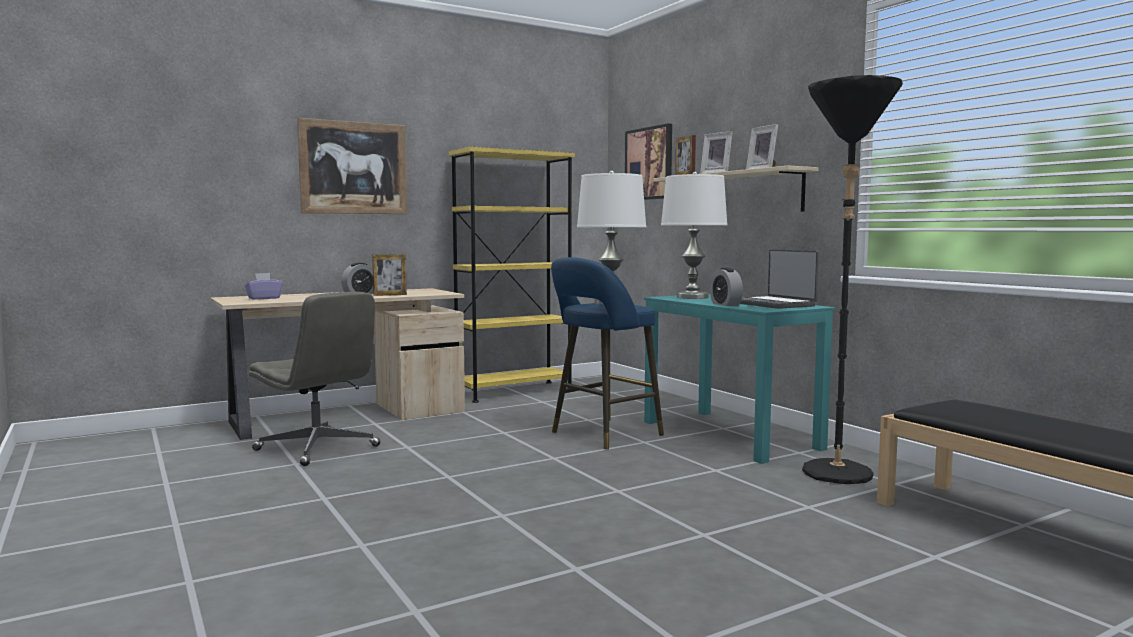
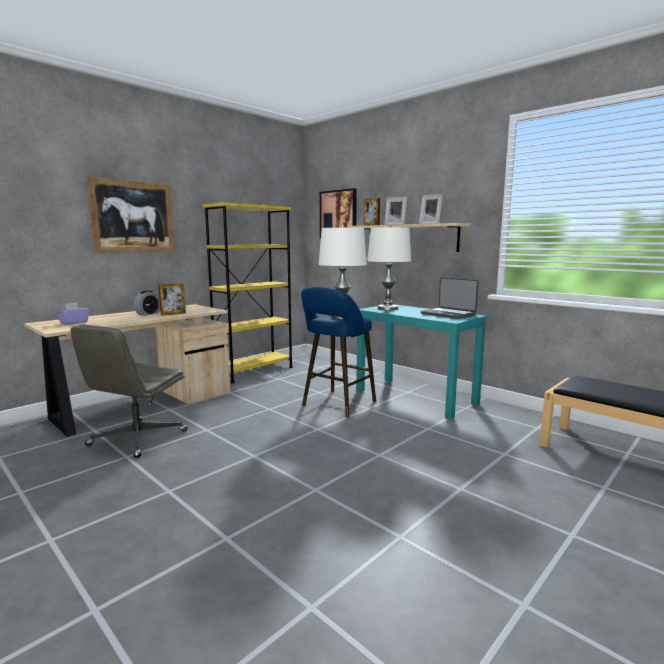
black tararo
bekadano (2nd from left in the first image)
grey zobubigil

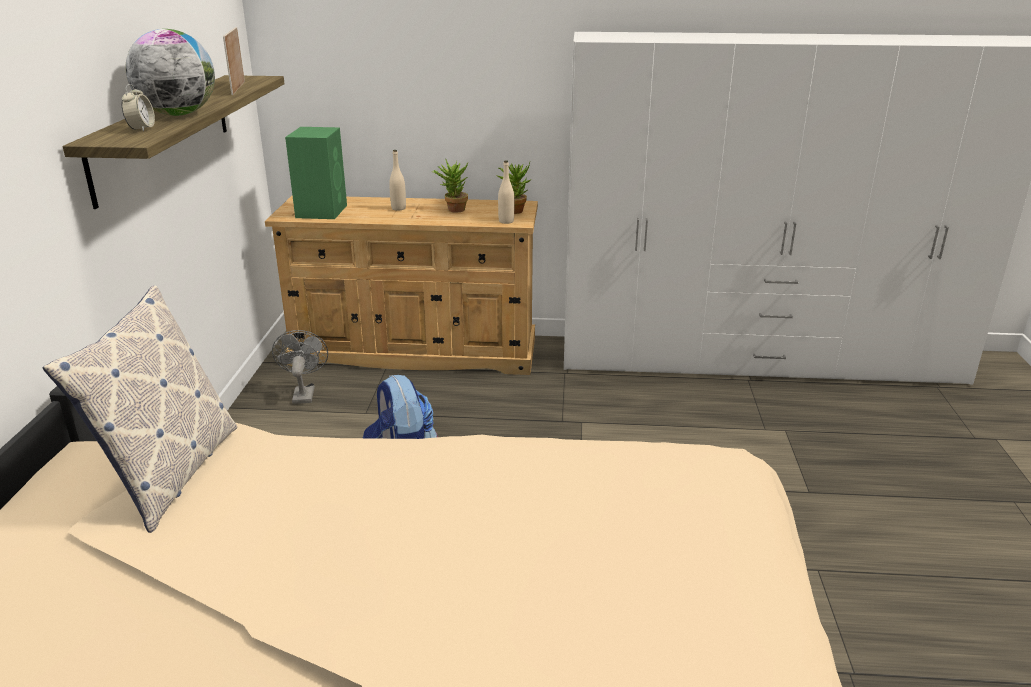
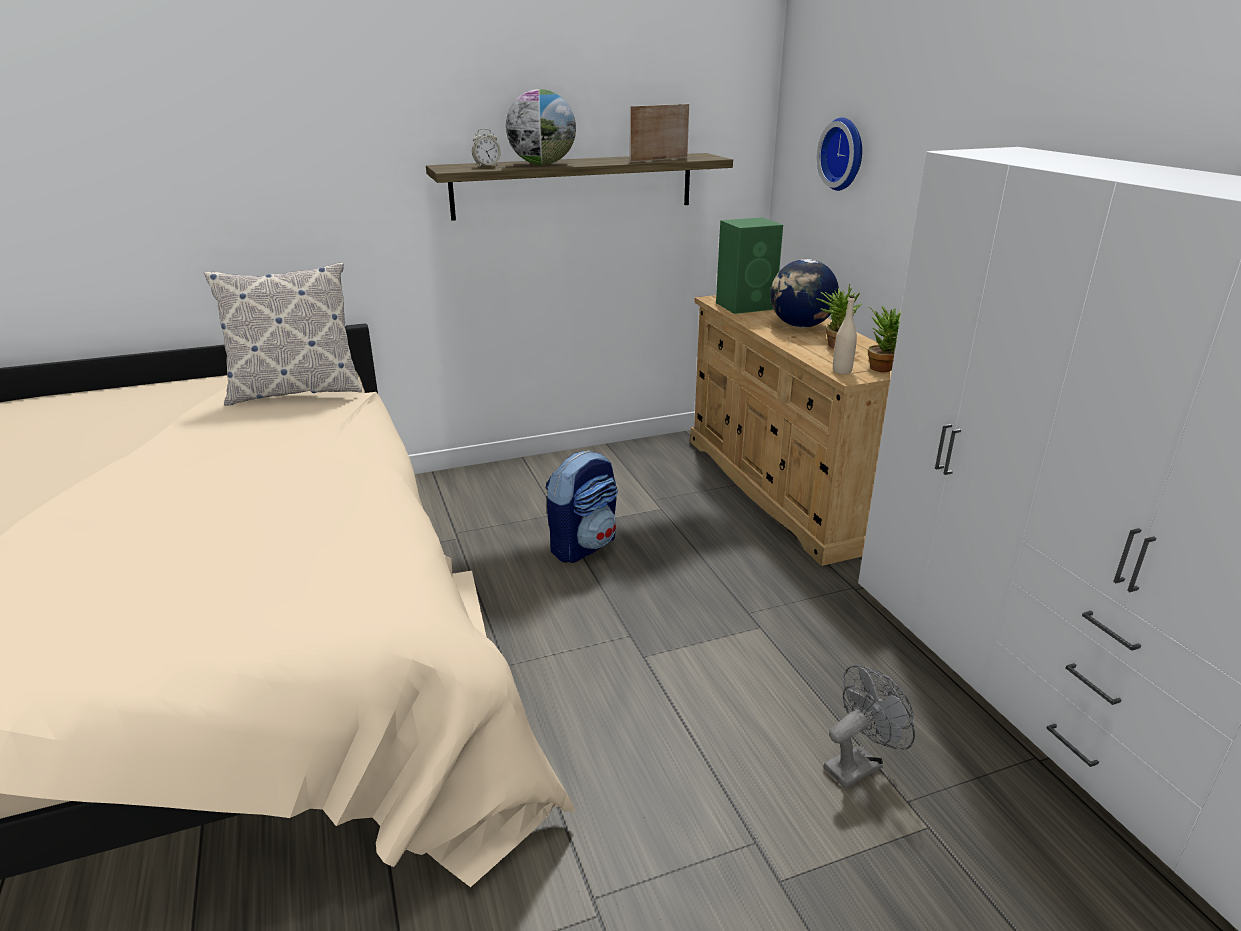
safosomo (2nd from left)
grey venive
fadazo

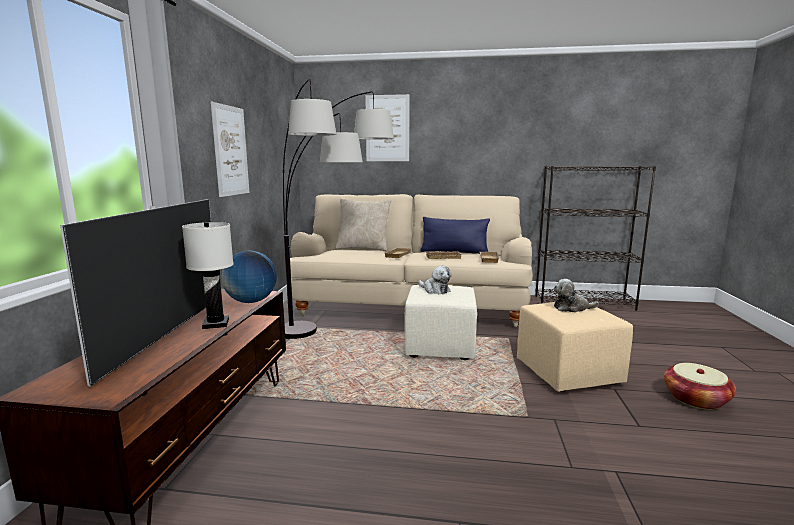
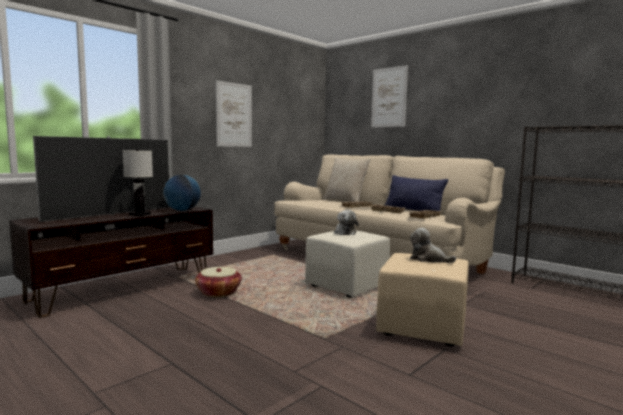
tararo
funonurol

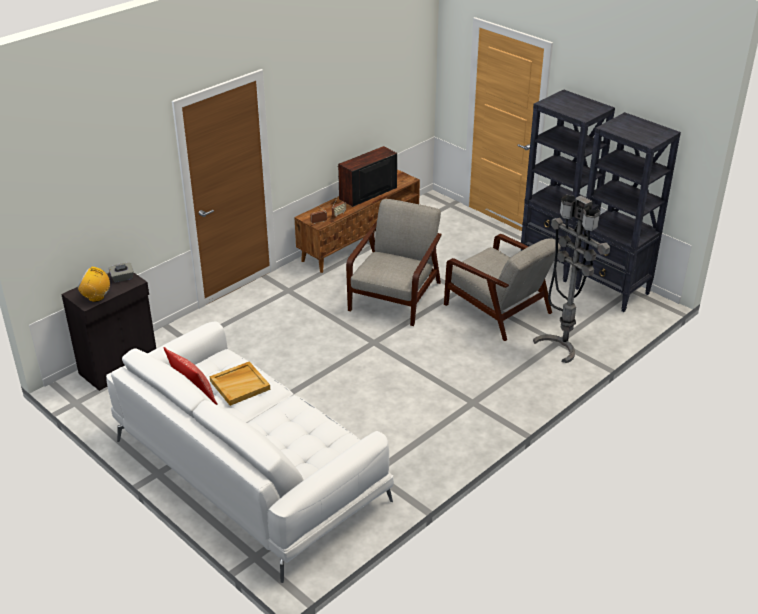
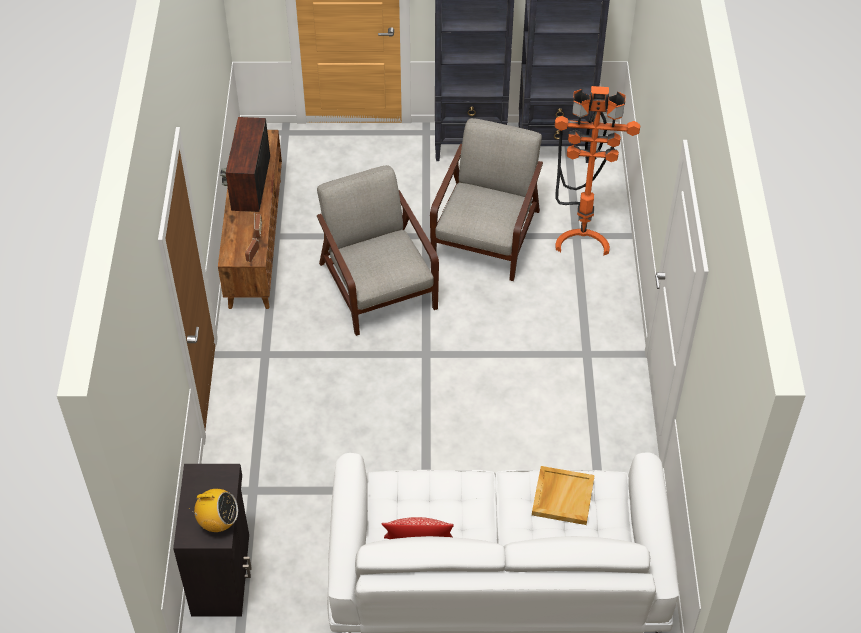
orange tararo
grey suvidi (2nd from left)
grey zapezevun
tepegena (1st from left)
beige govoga

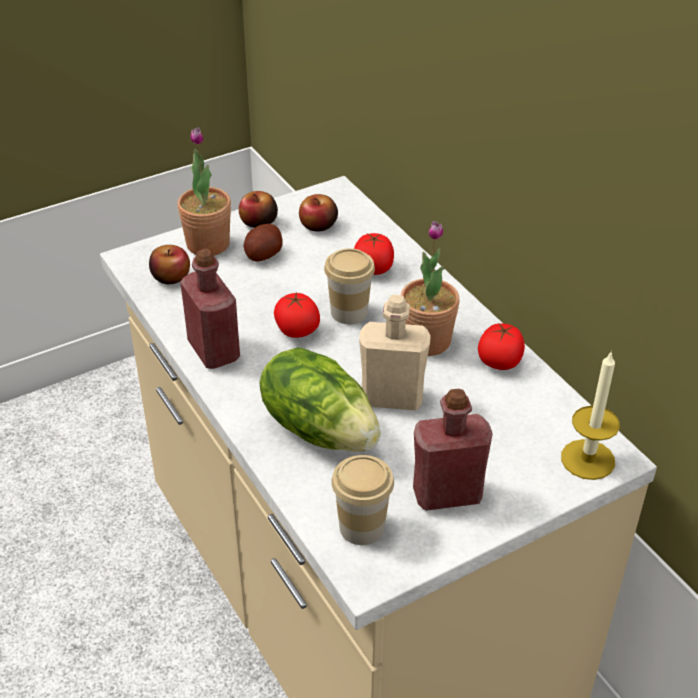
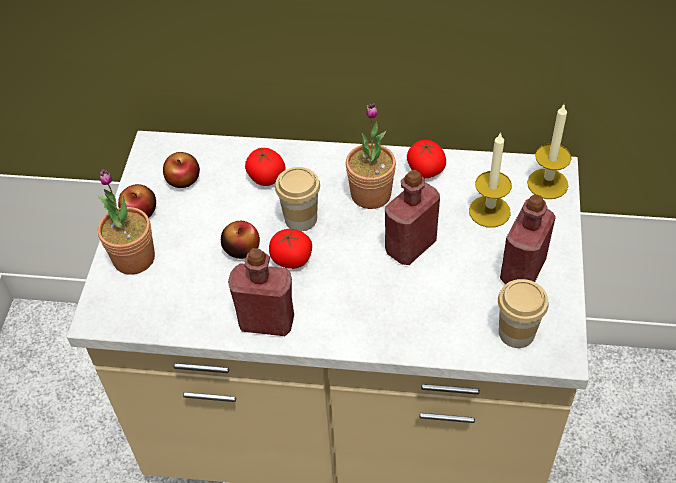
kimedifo
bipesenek (3rd from left)
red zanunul (2nd from left)
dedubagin
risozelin (1st from left)

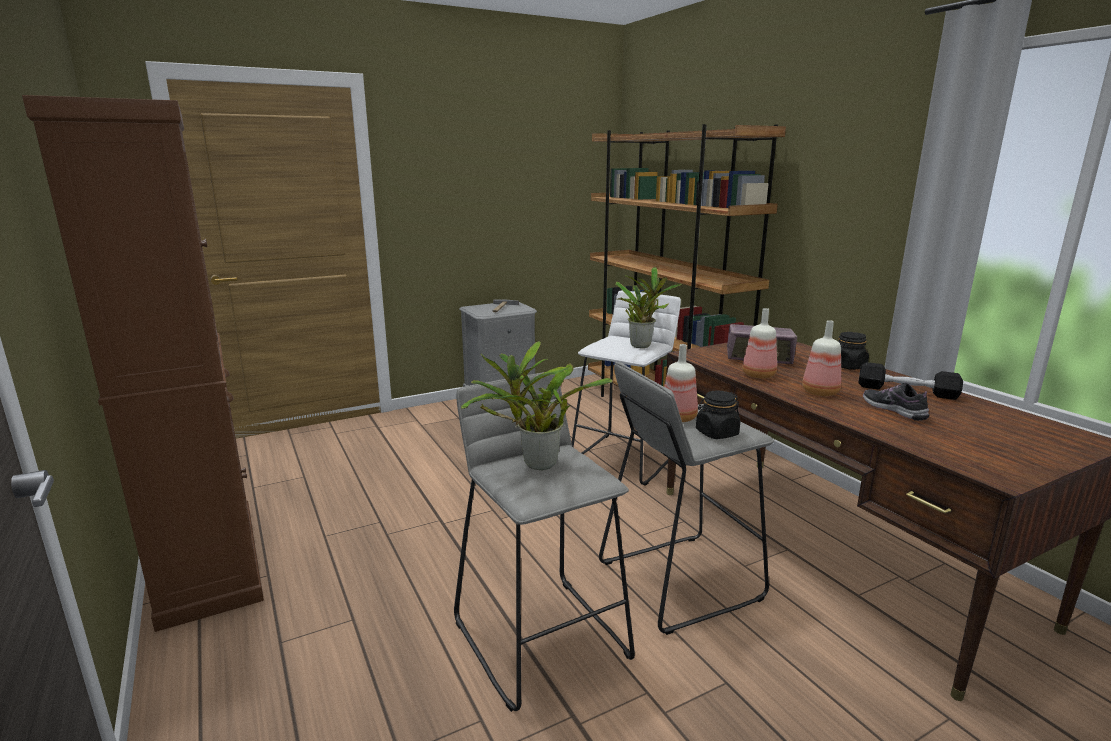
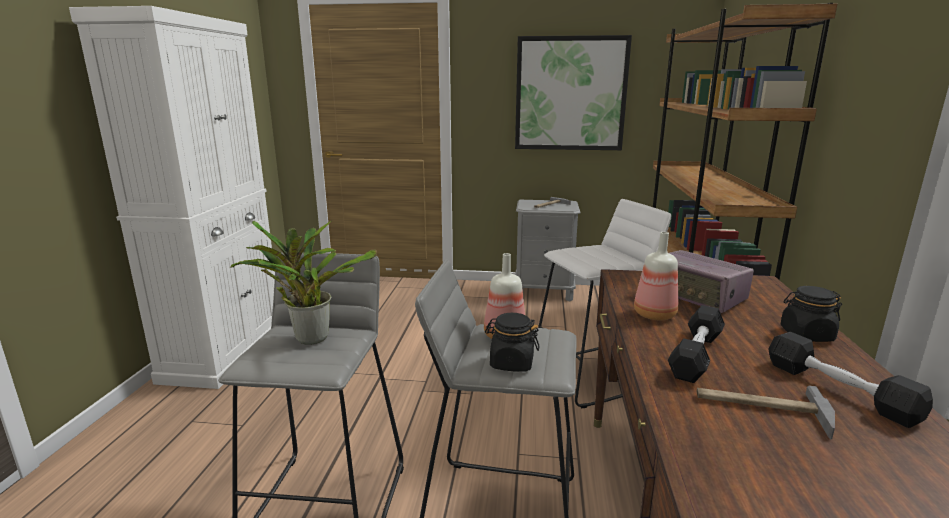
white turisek
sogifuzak (2nd from left in the first image)
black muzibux (1st from left)
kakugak (2nd from left)
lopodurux

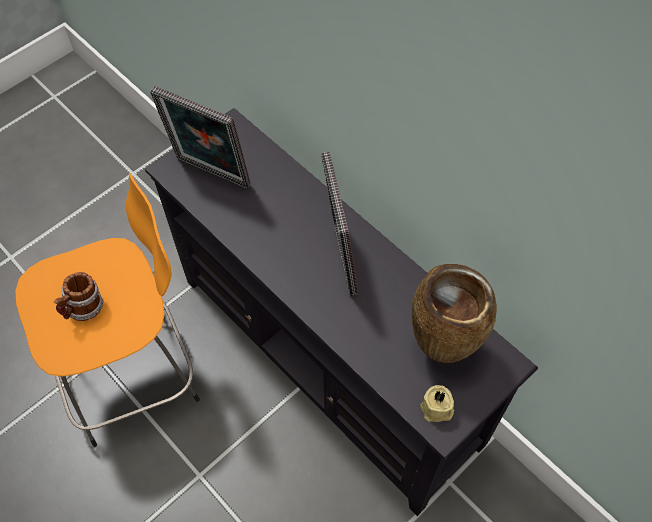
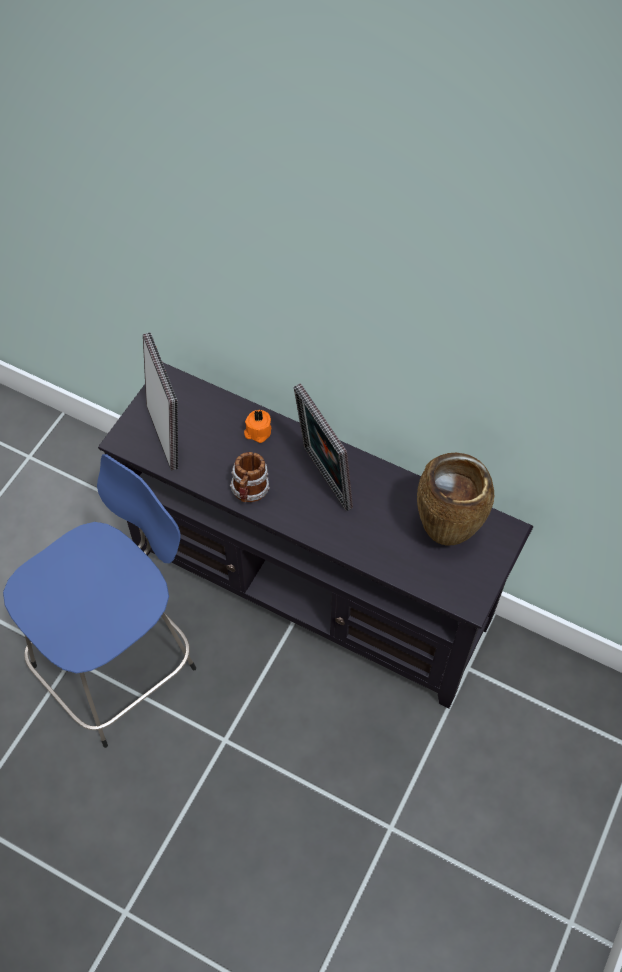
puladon (1st from left)
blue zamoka
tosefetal
beige risozelin
orange risozelin

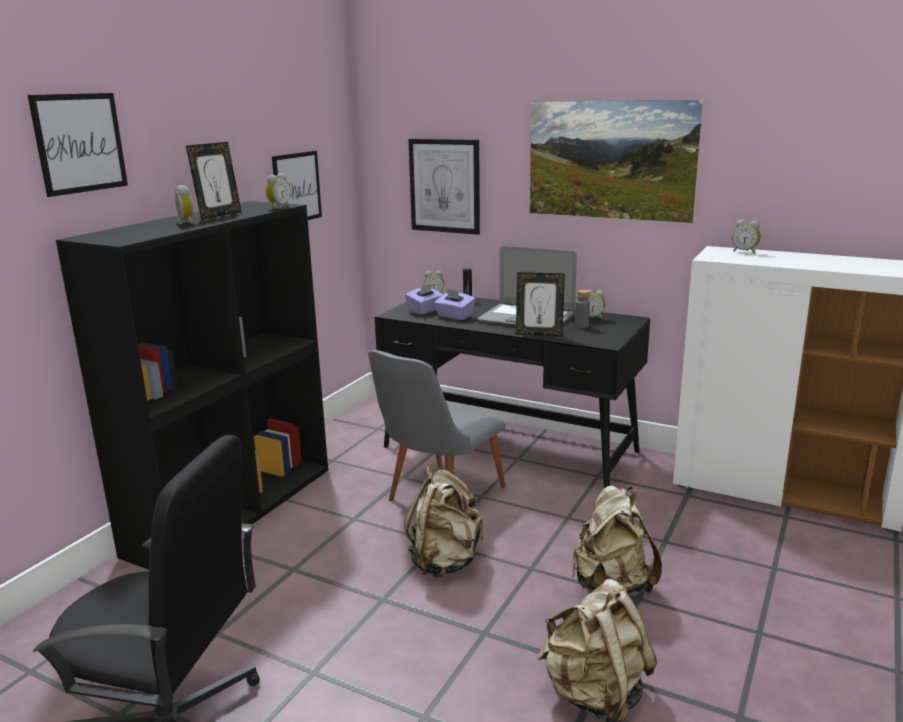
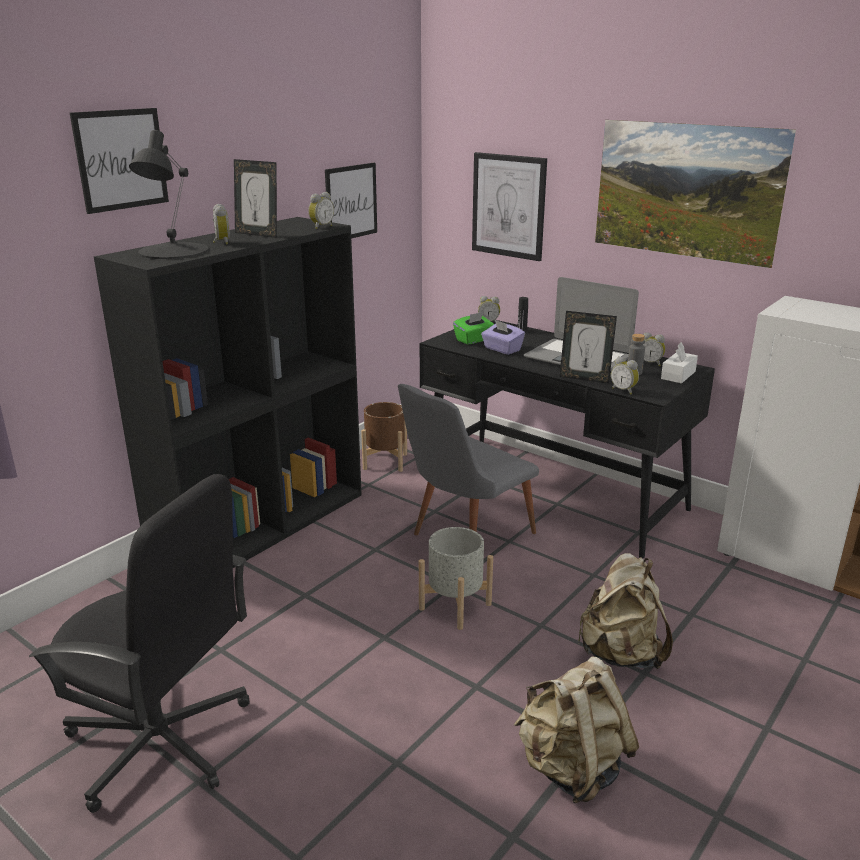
puladon (1st from left)
bekadano (4th from left)
green zapezevun
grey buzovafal
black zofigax
white zapezevun
brown buzovafal

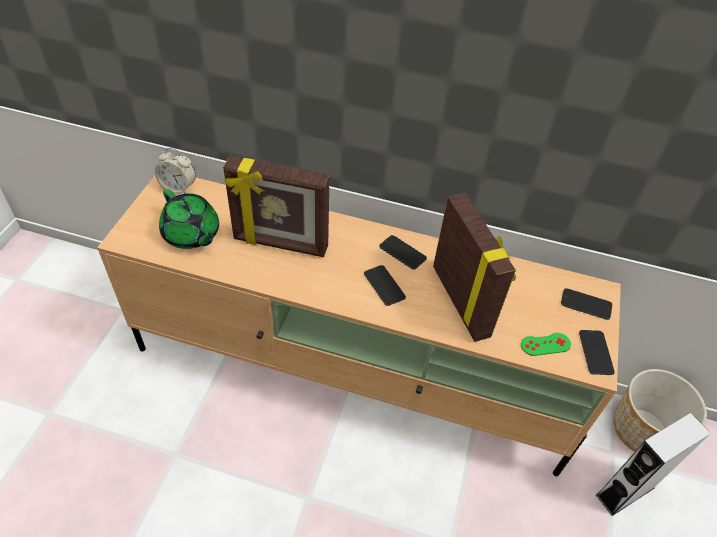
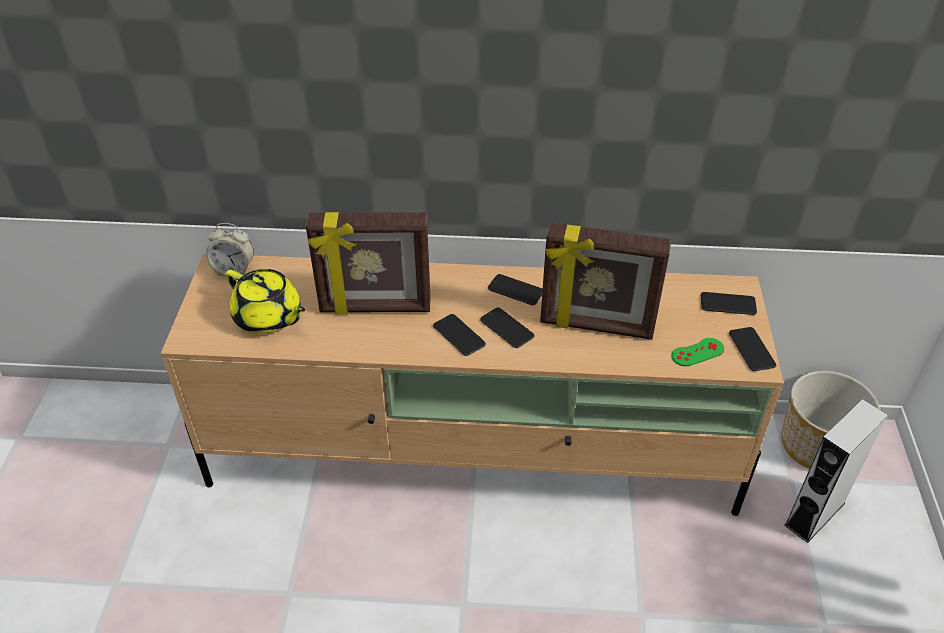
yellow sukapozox
puladon (2nd from left)
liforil (1st from left)

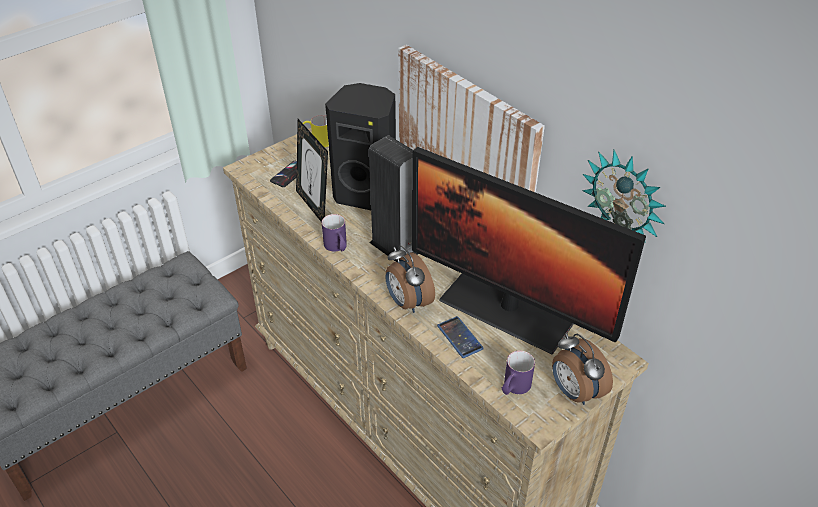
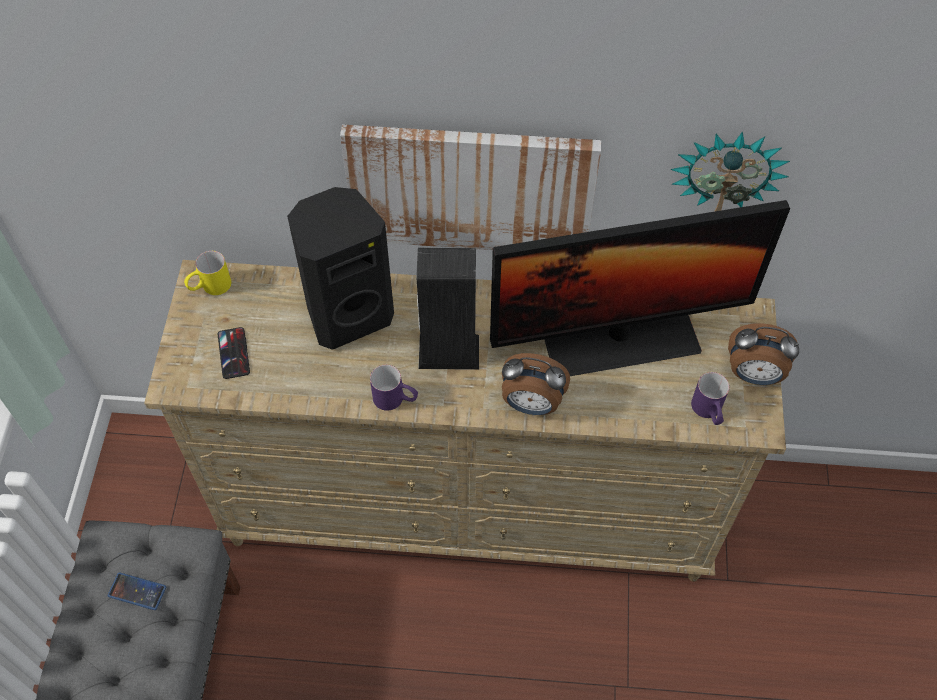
puladon
liforil (1st from left)

